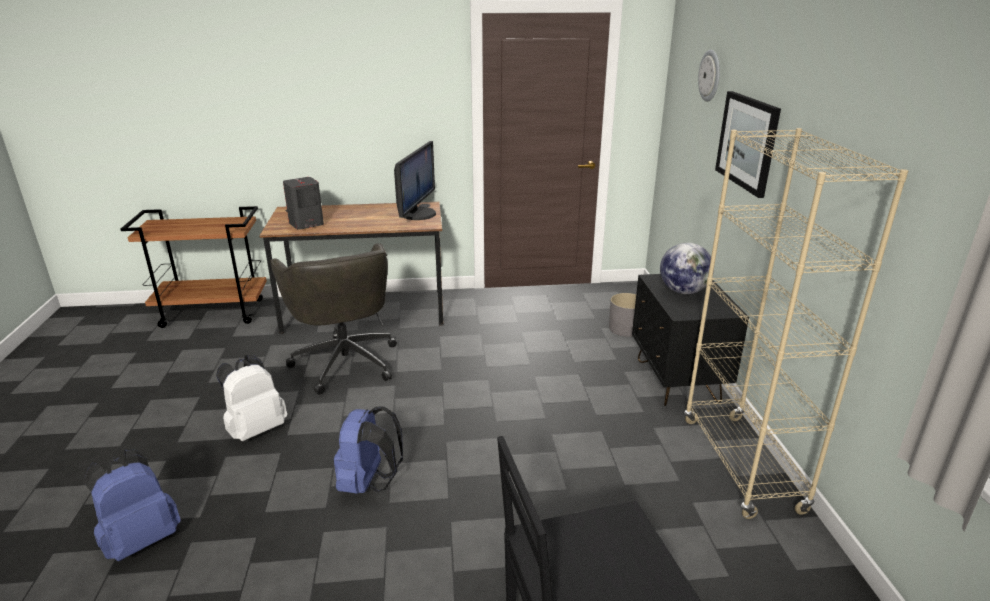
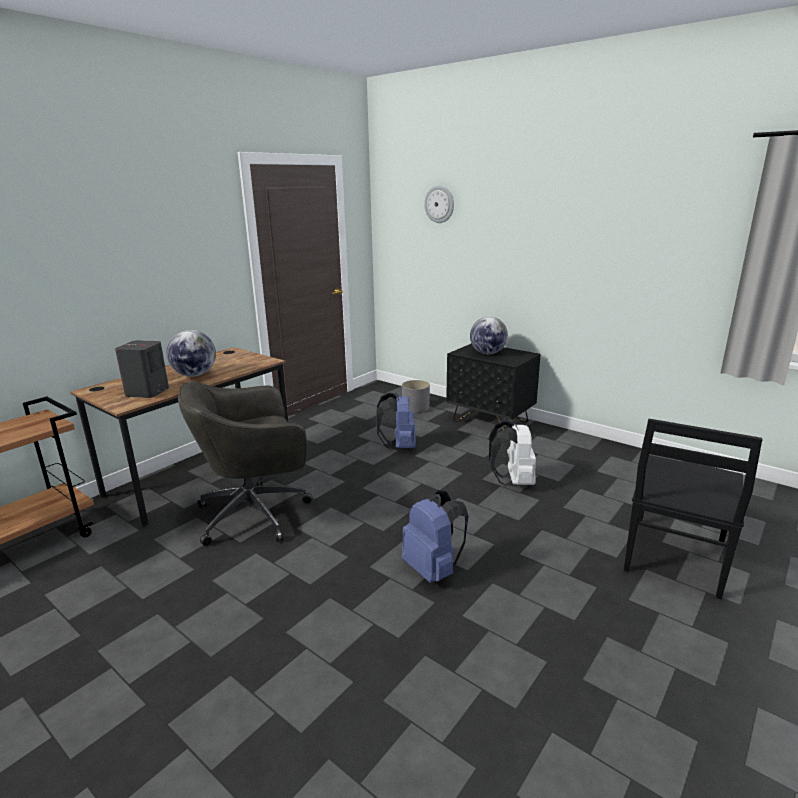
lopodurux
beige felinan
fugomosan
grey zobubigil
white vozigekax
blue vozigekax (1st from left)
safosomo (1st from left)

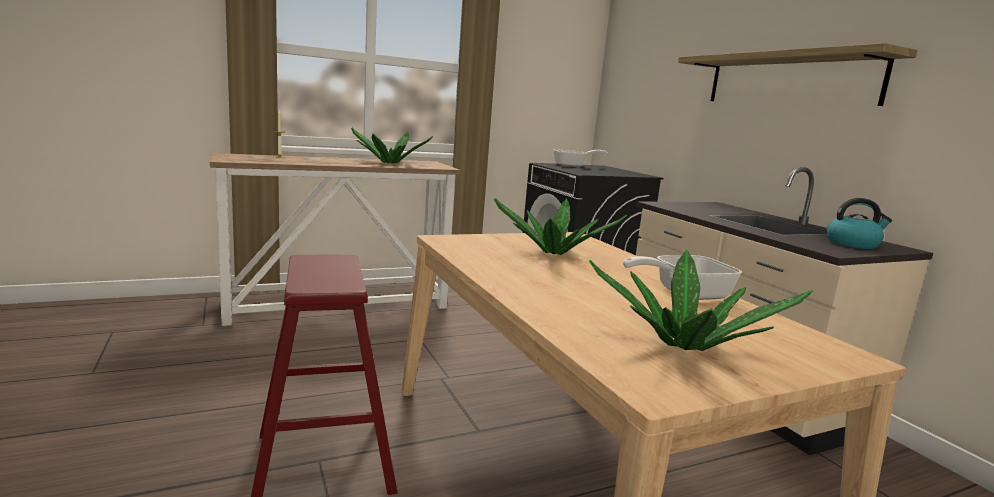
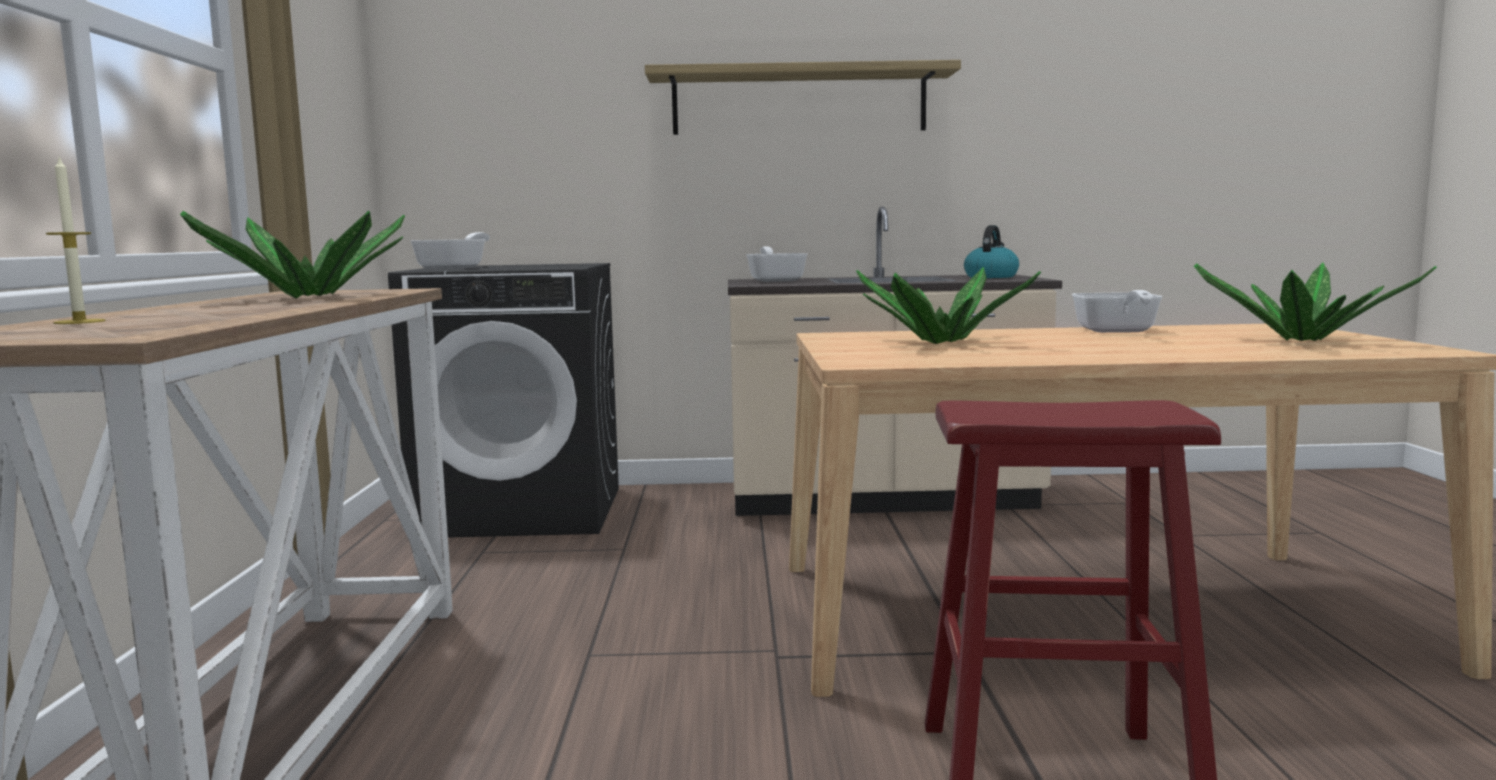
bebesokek (2nd from left)

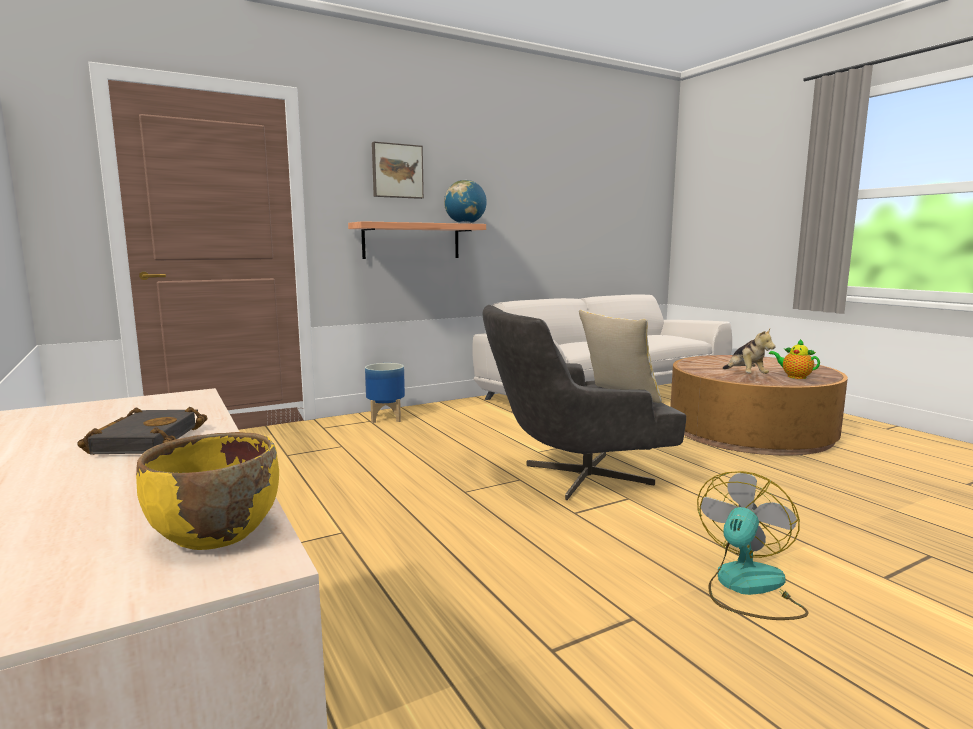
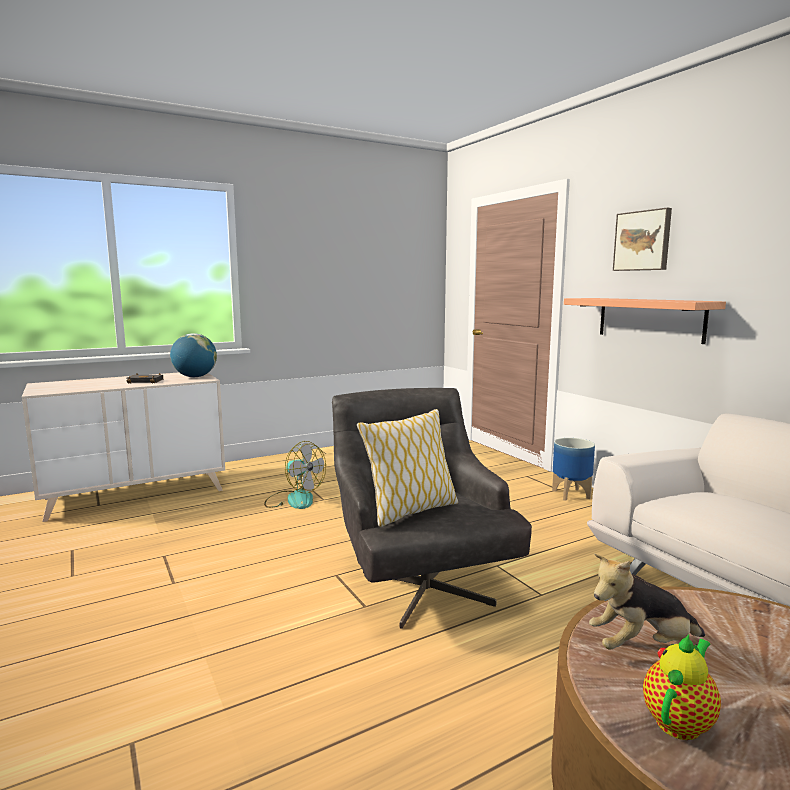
safosomo
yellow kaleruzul
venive

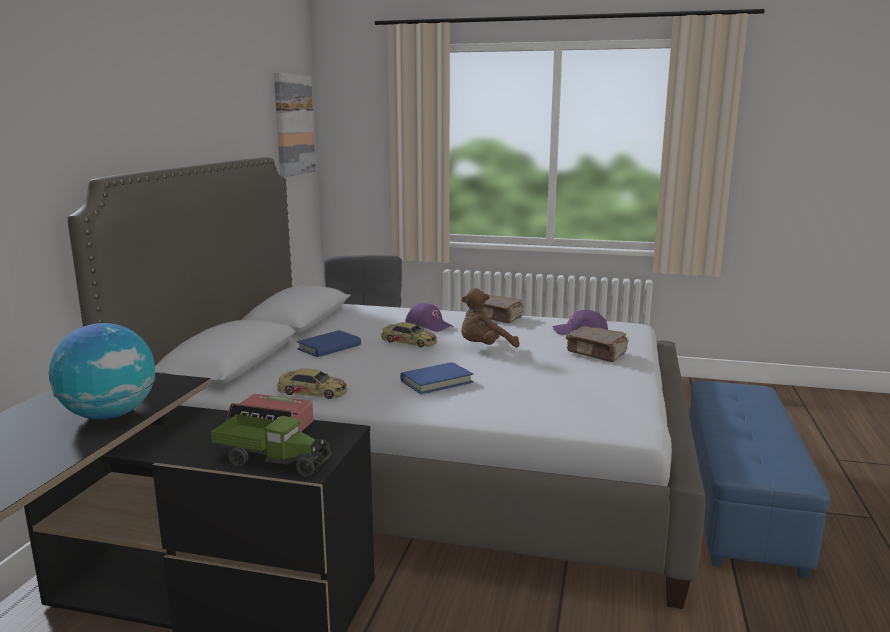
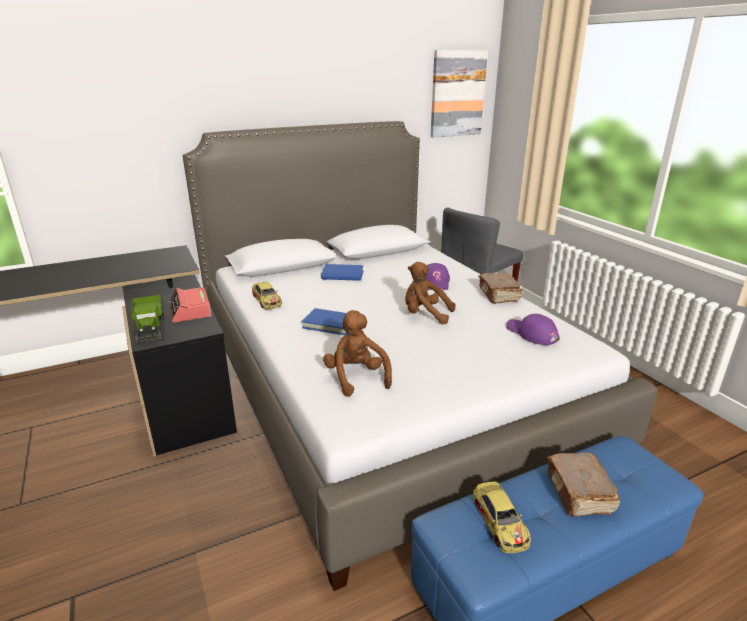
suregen (2nd from left)
safosomo
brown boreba (2nd from left)
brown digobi (1st from left)

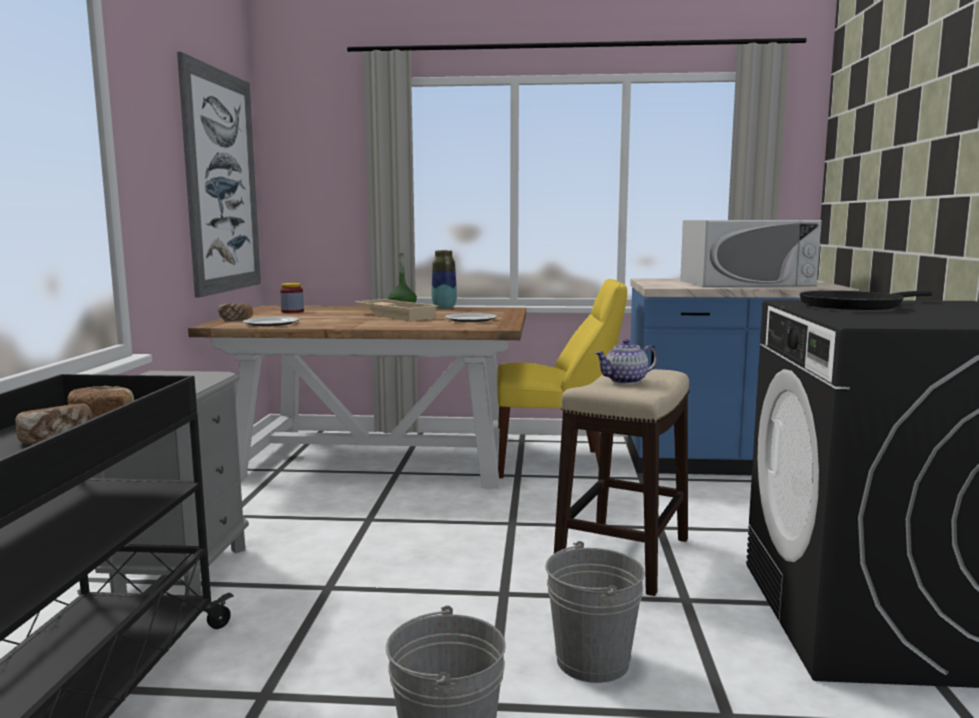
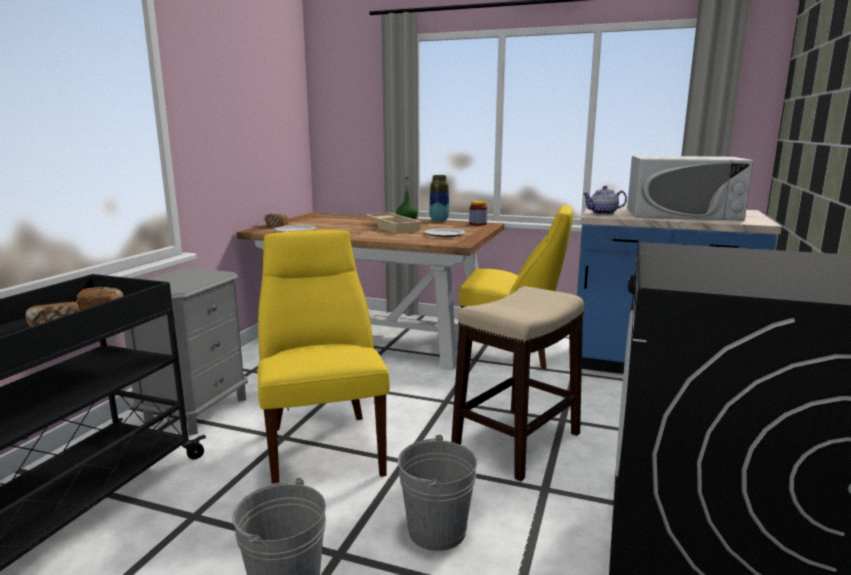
lopodurux
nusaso
black bebesokek
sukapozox
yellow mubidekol (1st from left)

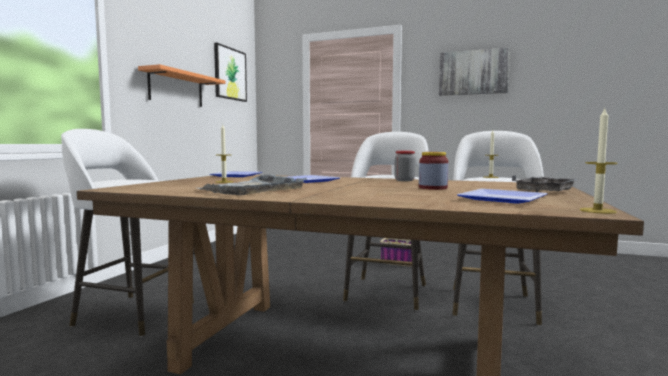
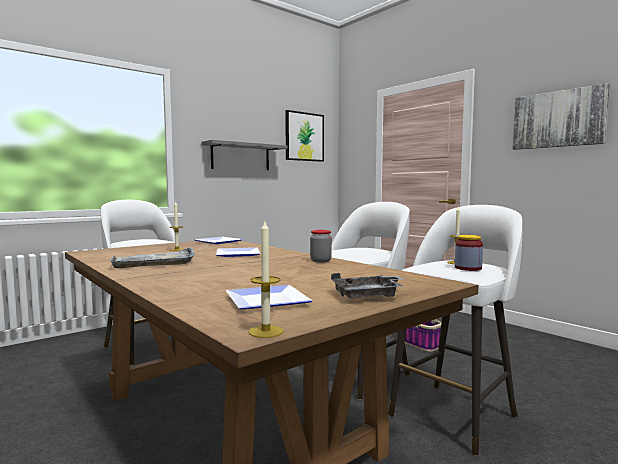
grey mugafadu
nusaso (2nd from left)

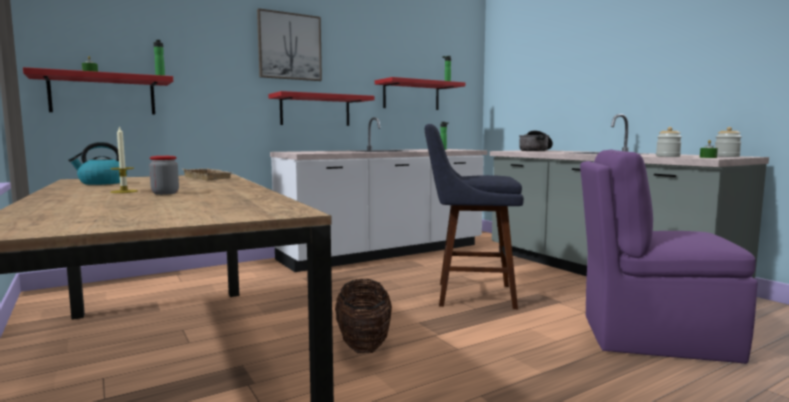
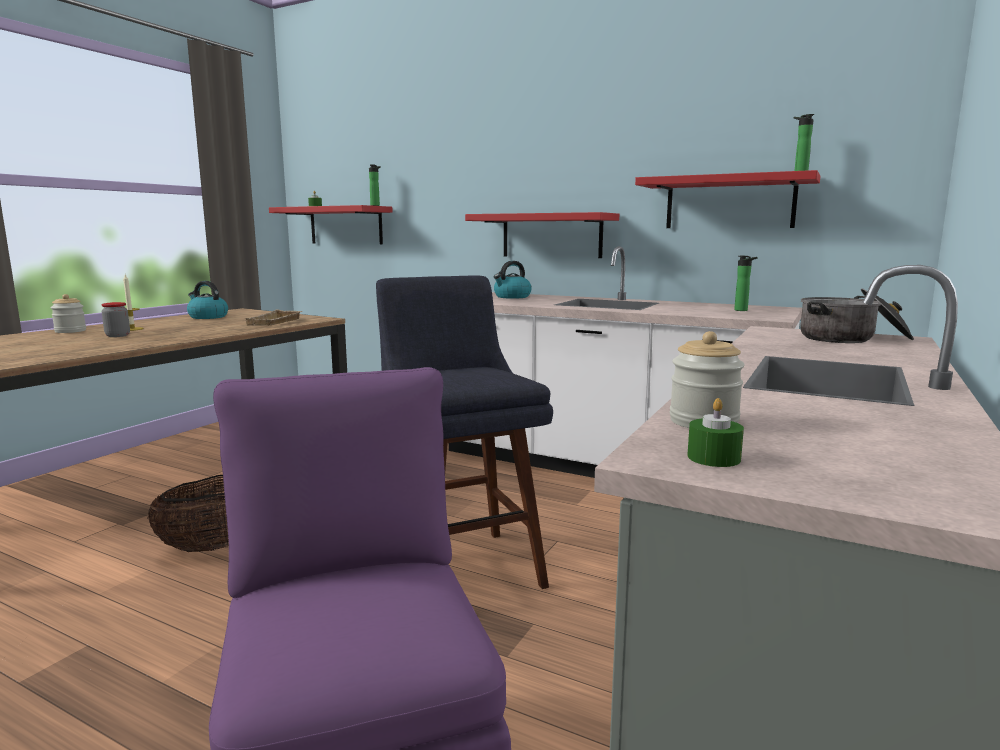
lopodurux
nusaso (1st from left)
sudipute (2nd from left)

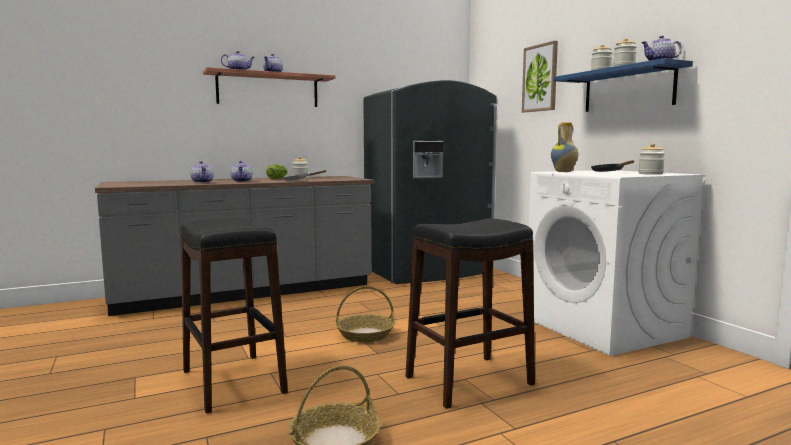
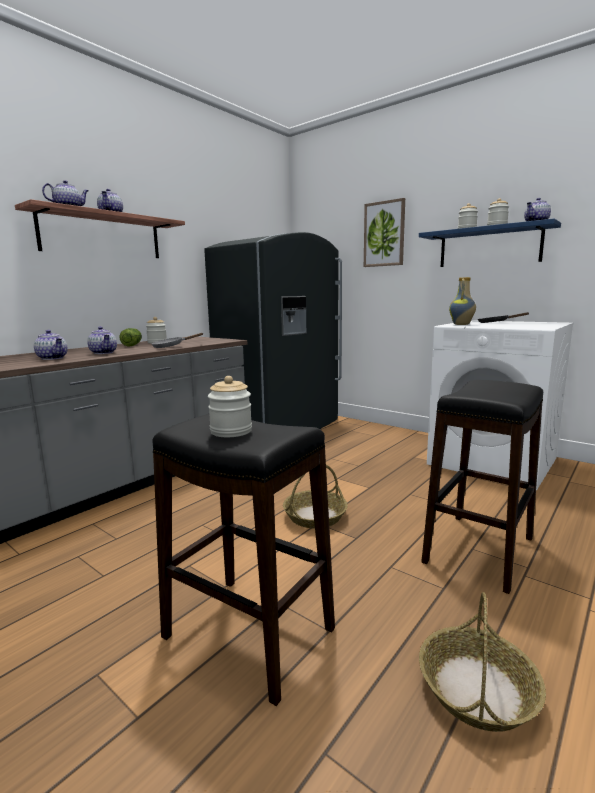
nusaso (2nd from left)

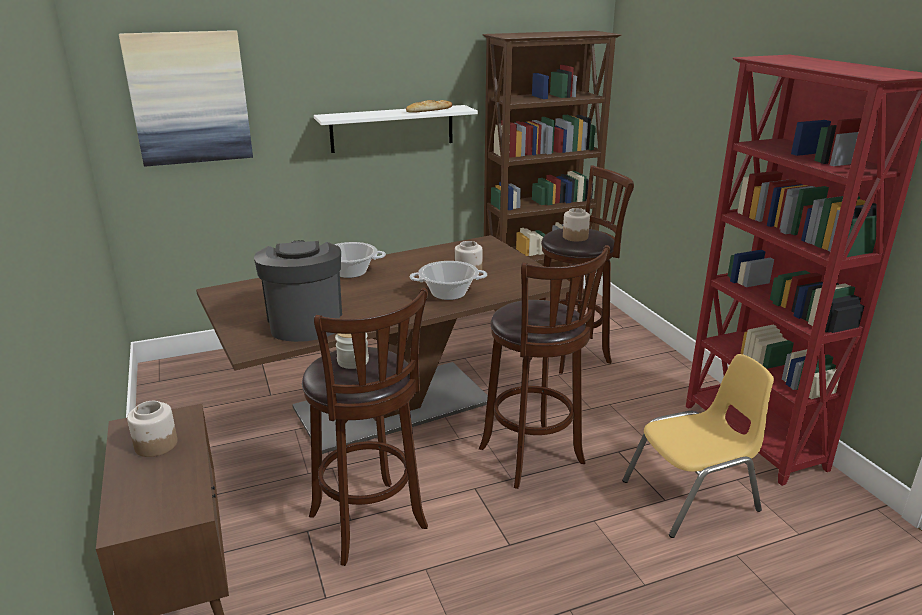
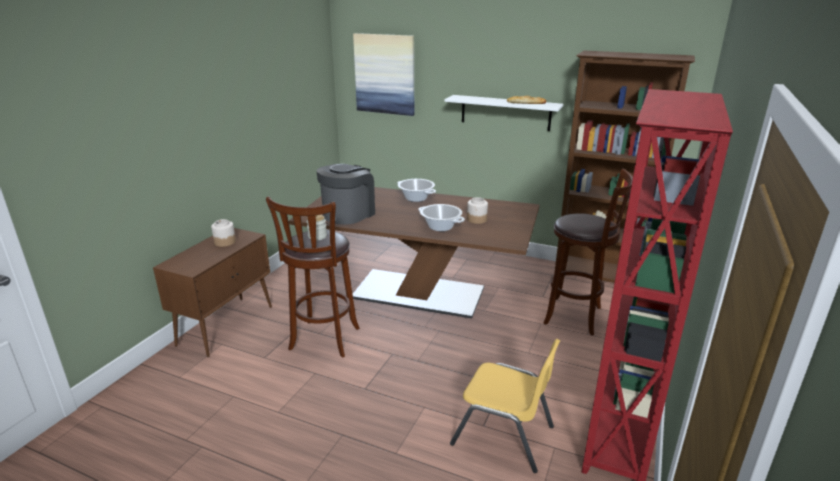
nusaso (4th from left in the first image)
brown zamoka (2nd from left in the first image)

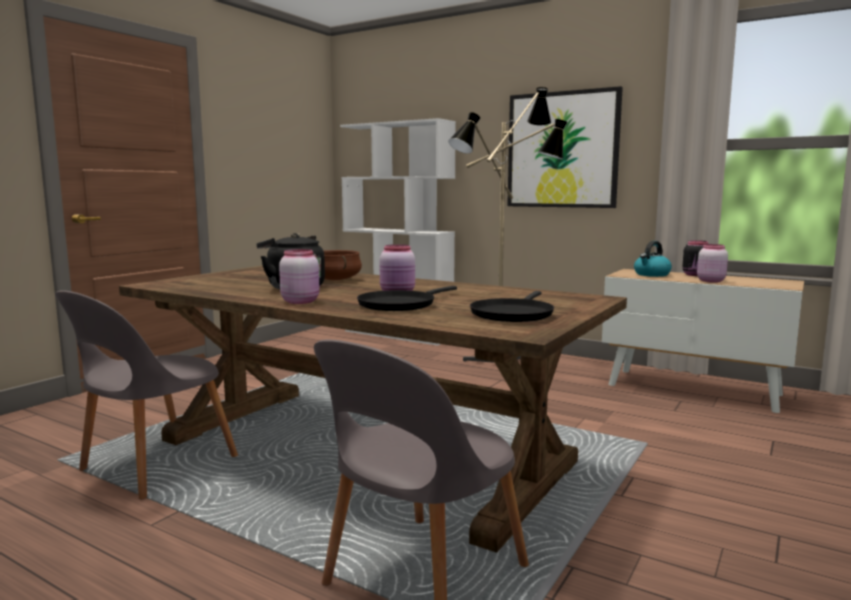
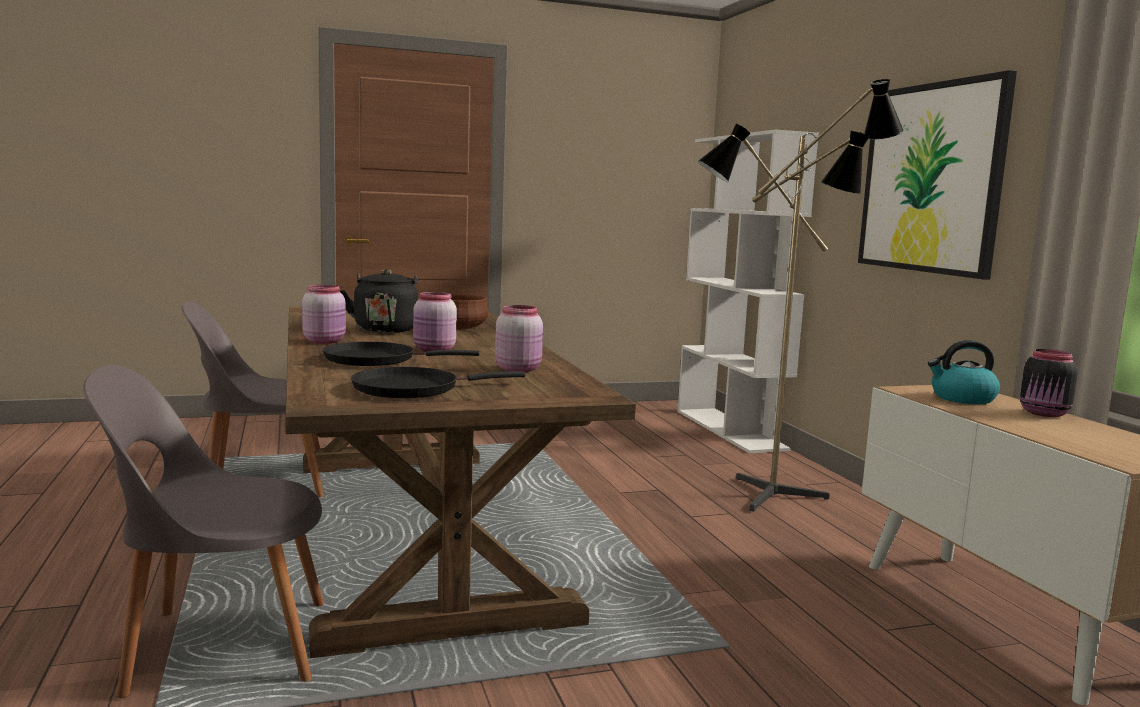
pink nusaso (3rd from left)

